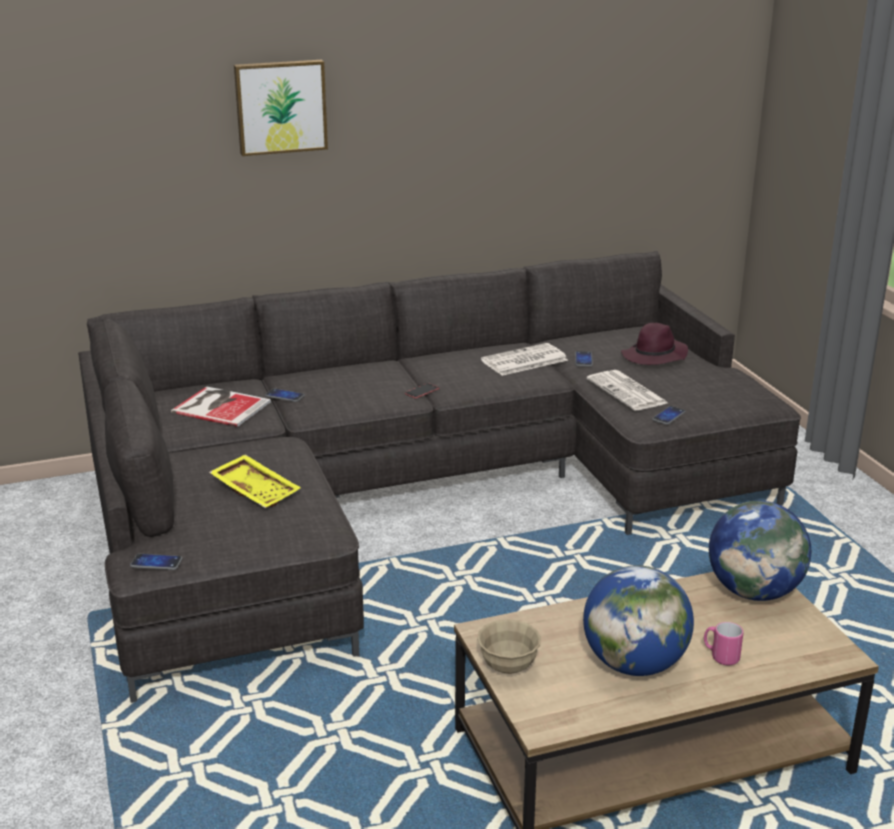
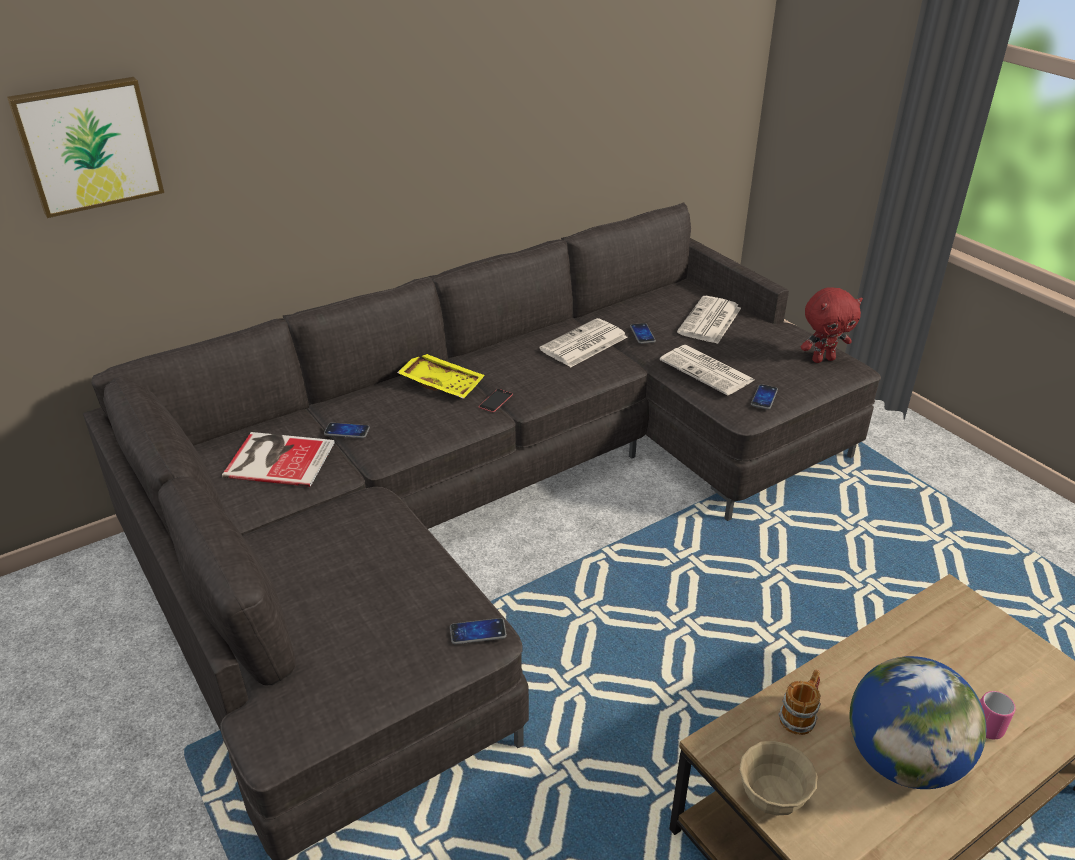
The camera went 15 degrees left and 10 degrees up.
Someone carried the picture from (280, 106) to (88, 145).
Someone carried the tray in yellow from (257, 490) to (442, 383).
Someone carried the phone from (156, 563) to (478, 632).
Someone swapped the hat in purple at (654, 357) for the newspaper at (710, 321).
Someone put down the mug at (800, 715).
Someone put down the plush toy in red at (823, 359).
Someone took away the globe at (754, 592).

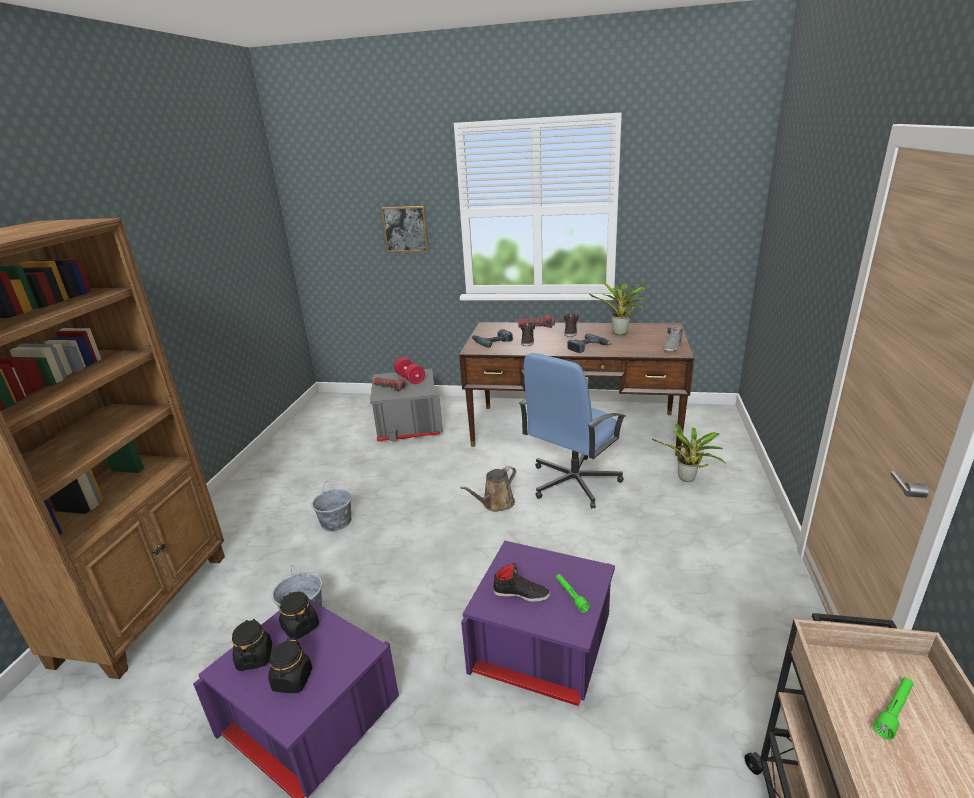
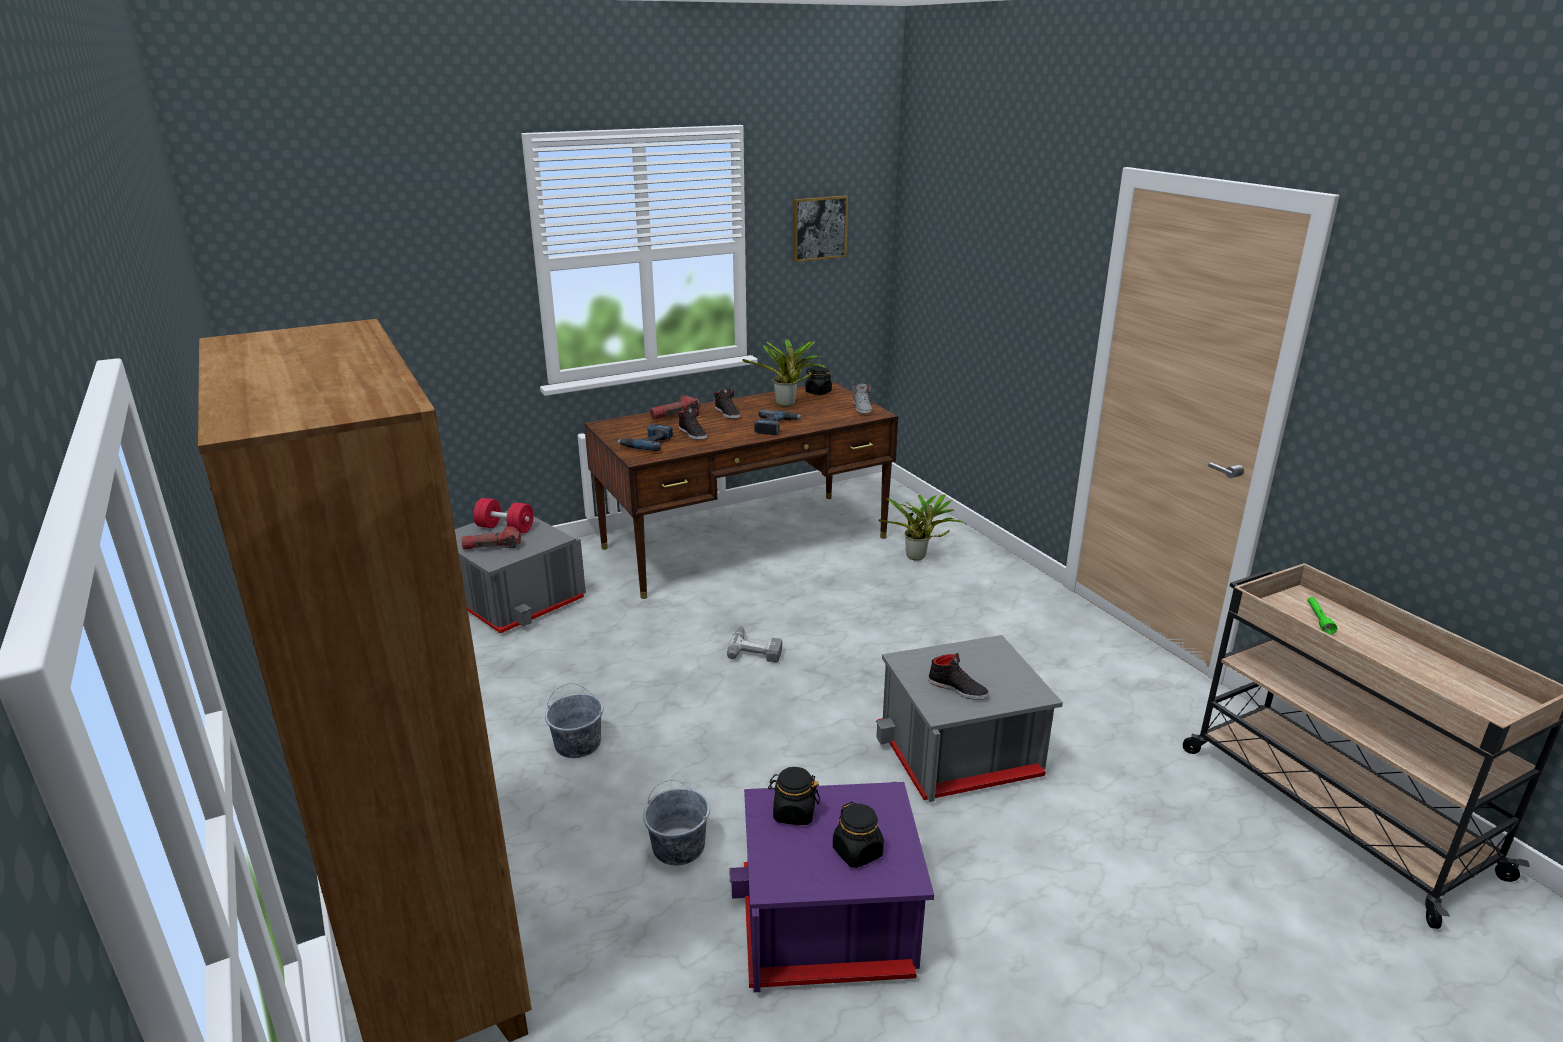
The camera went 40 degrees left and 0 degrees up.
Someone swapped the watering can in brown at (496, 504) for the power drill at (756, 649).
Someone carried the picture from (405, 229) to (819, 228).
Someone carried the jar in black from (255, 657) to (818, 392).
Someone repainted the storage box in purple at (541, 648), which became the storage box in grey at (961, 752).
Someone rotated the shoe in black at (521, 593) by 60 degrees clockwise.
Someone took away the office chair in blue at (573, 482).
Someone took away the flashlight in green at (571, 595).

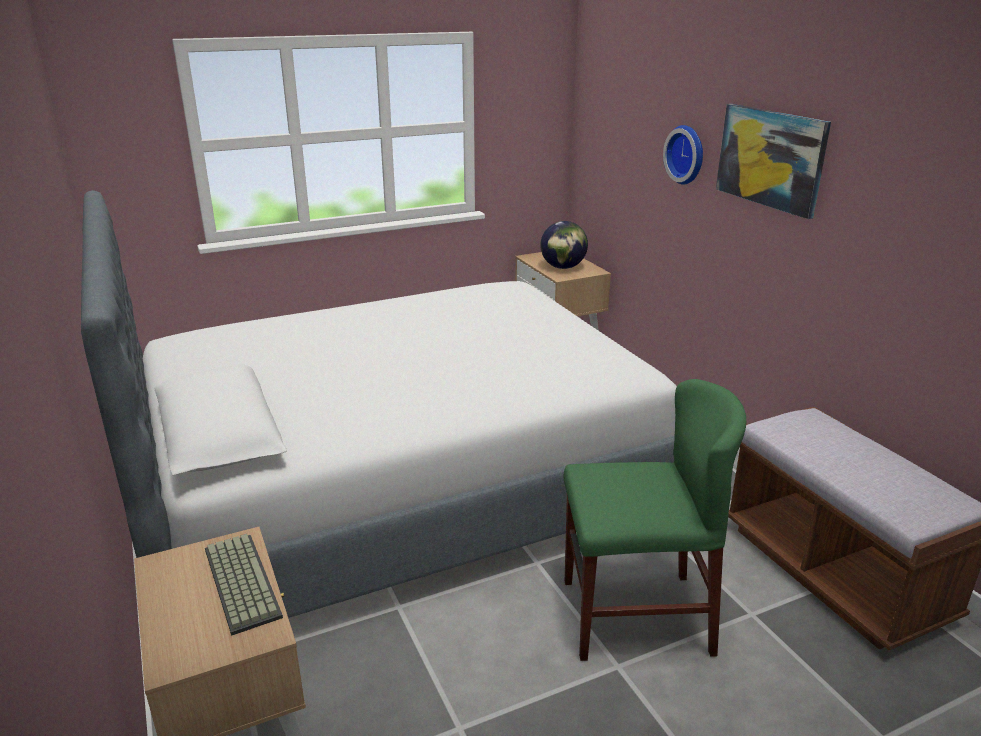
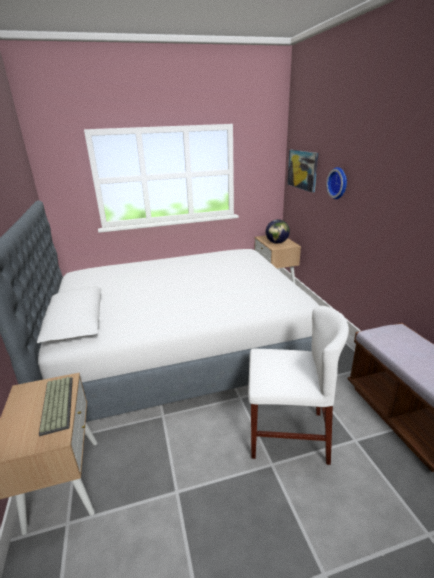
The camera went 10 degrees right and 0 degrees up.
Someone repainted the chair in green at (635, 616), which became the chair in white at (287, 434).
Someone carried the picture from (770, 158) to (302, 169).

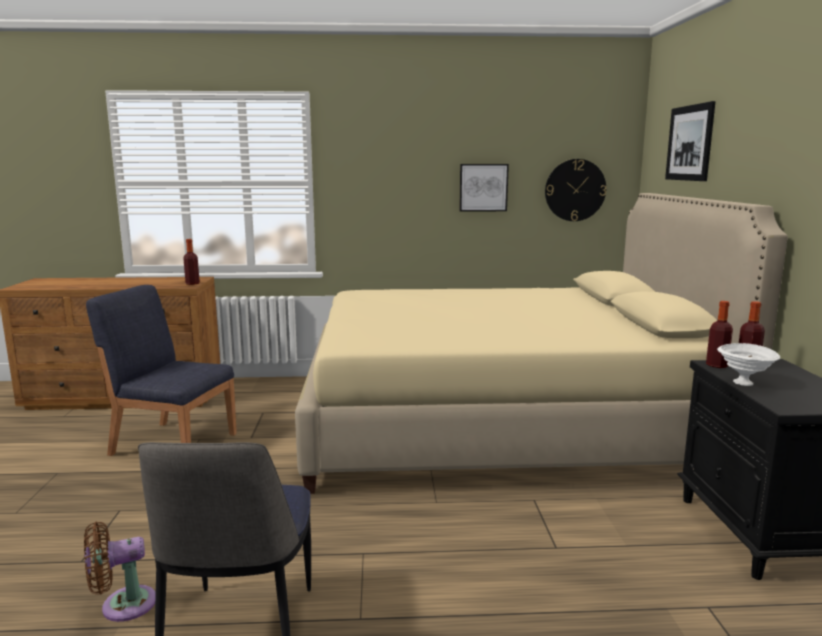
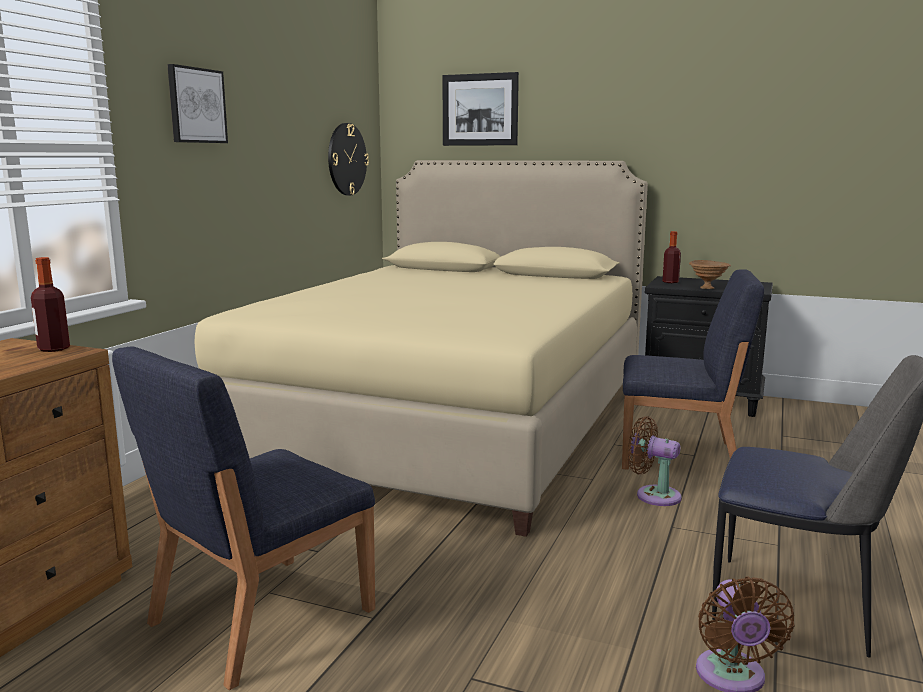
The camera went 65 degrees left and 0 degrees up.
Someone carried the picture from (483, 187) to (196, 105).
Someone put down the chair in blue at (680, 456).
Someone put down the fan in brown at (653, 495).
Someone repainted the bowl in white at (745, 383), which became the bowl in brown at (708, 288).
Someone took away the bottle at (716, 365).

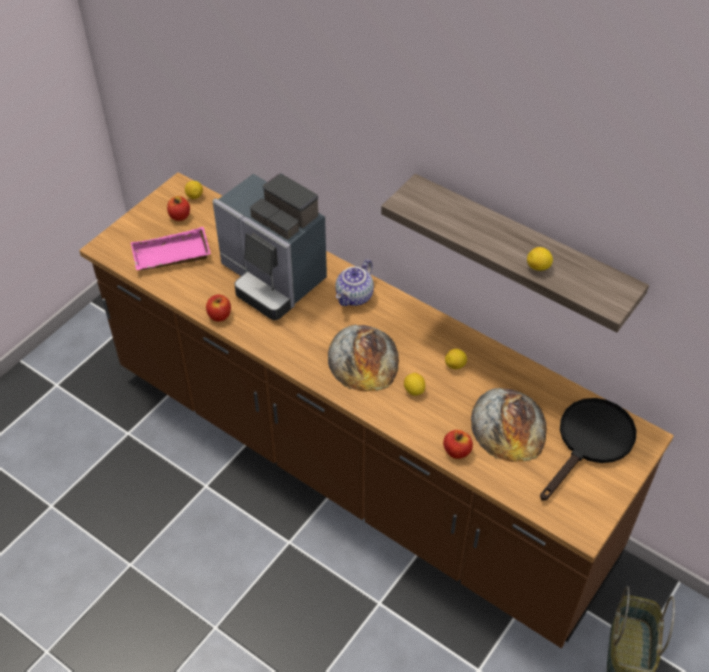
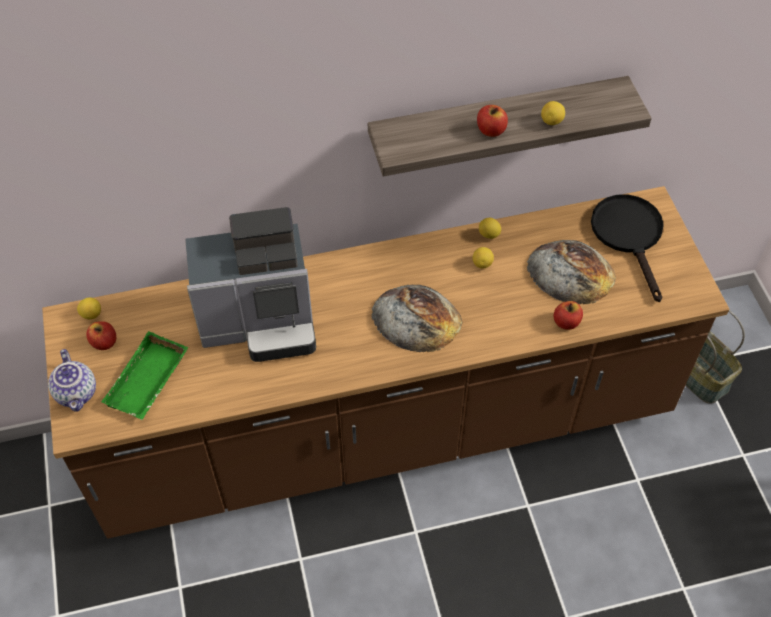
The camera went 50 degrees left and 5 degrees up.
Someone carried the teapot from (355, 297) to (77, 393).
Someone repainted the tray in pink at (171, 257), which became the tray in green at (149, 382).
Someone carried the apple from (219, 315) to (491, 130).
Someone carried the lemon from (414, 390) to (489, 235).

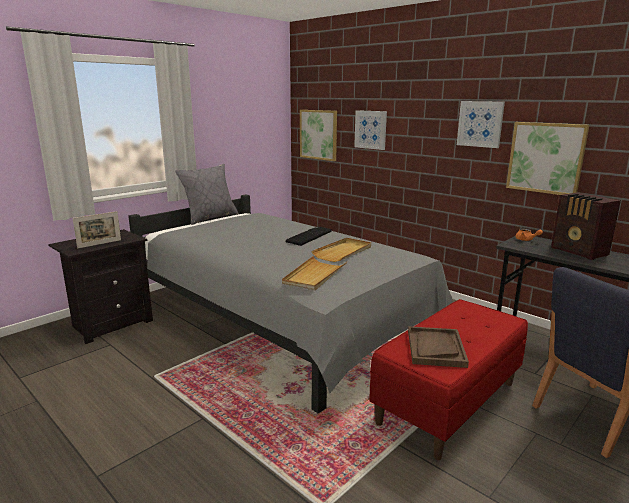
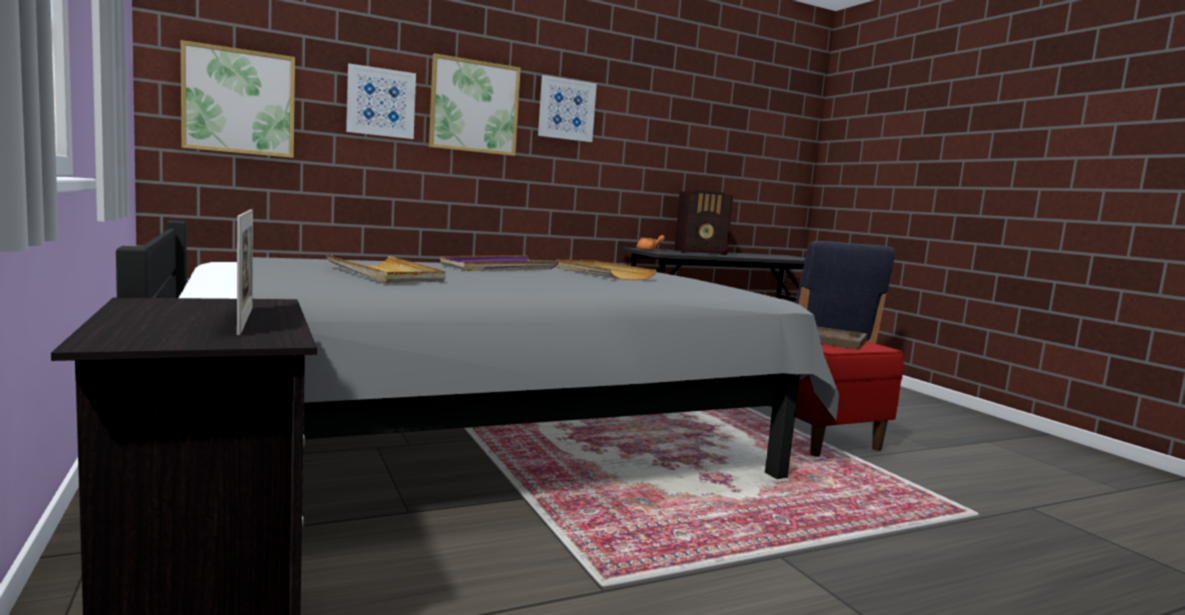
The camera went 70 degrees left and 10 degrees down.
Someone carried the tray in beige from (314, 275) to (385, 274).
Someone carried the picture from (545, 158) to (474, 107).
Someone swapped the keyboard at (309, 236) for the tray in purple at (498, 268).
Someone took away the pillow in grey at (210, 217).

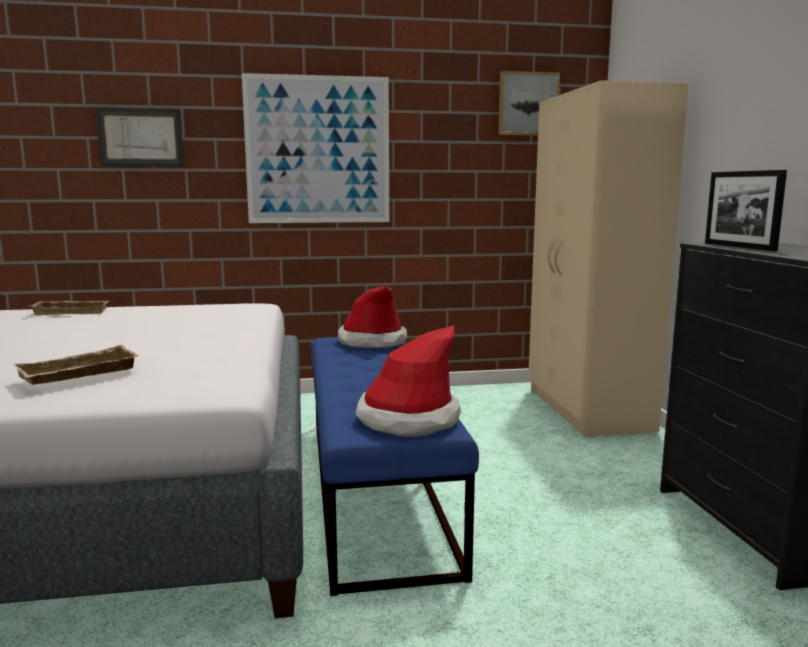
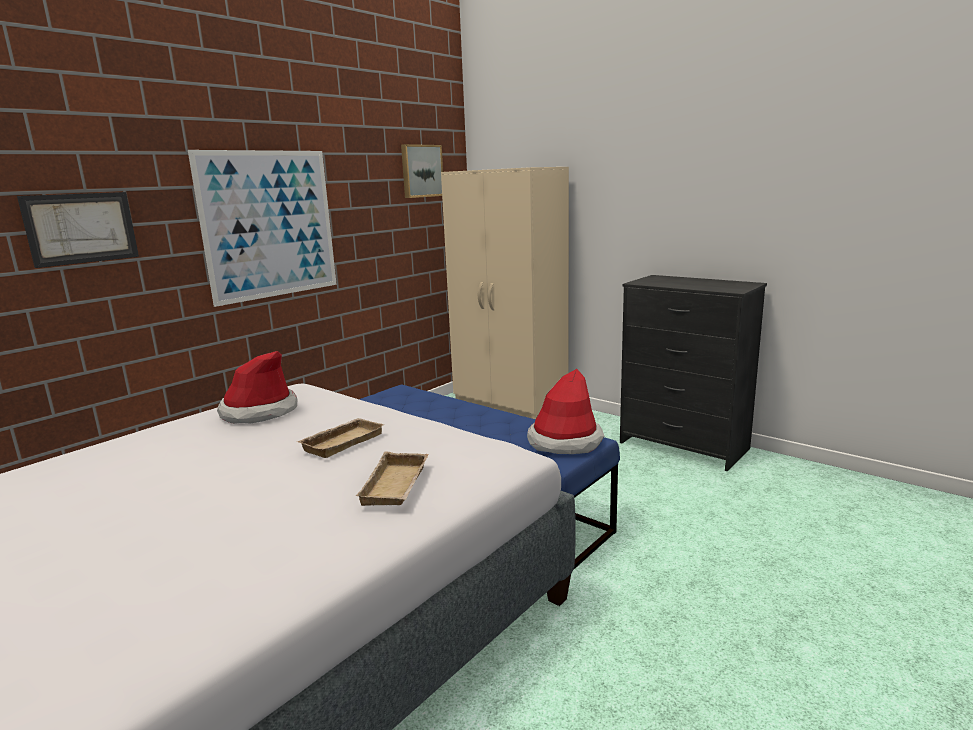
The camera went 40 degrees left and 5 degrees up.
Someone carried the hat from (372, 342) to (259, 411).
Someone carried the tray in beige from (73, 311) to (342, 441).
Someone took away the picture frame at (738, 246).

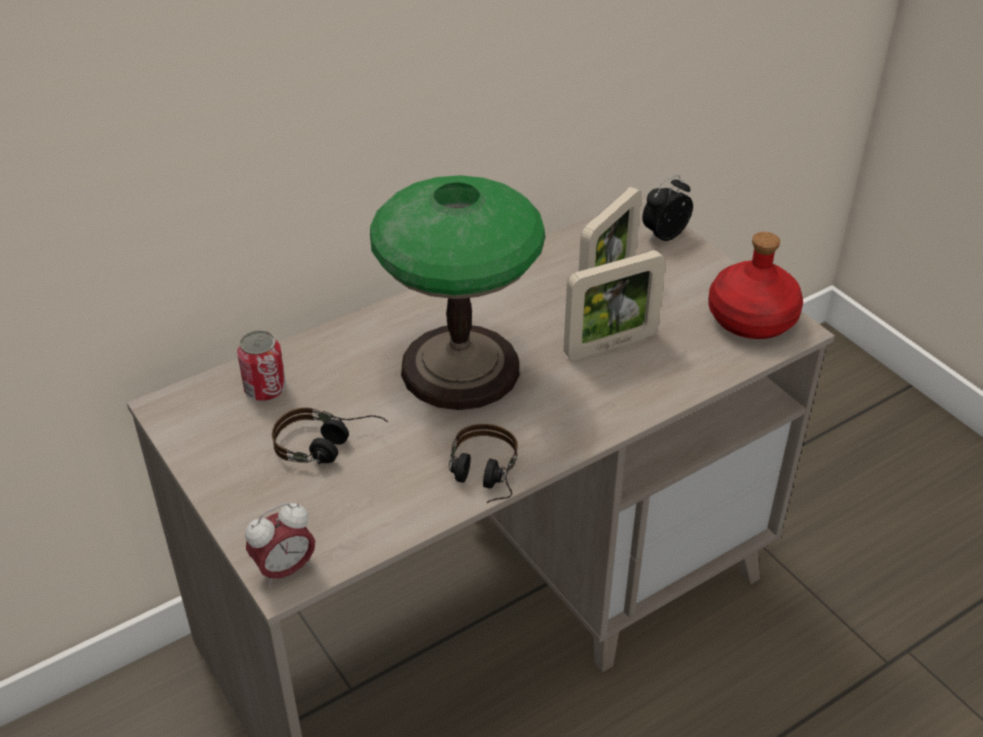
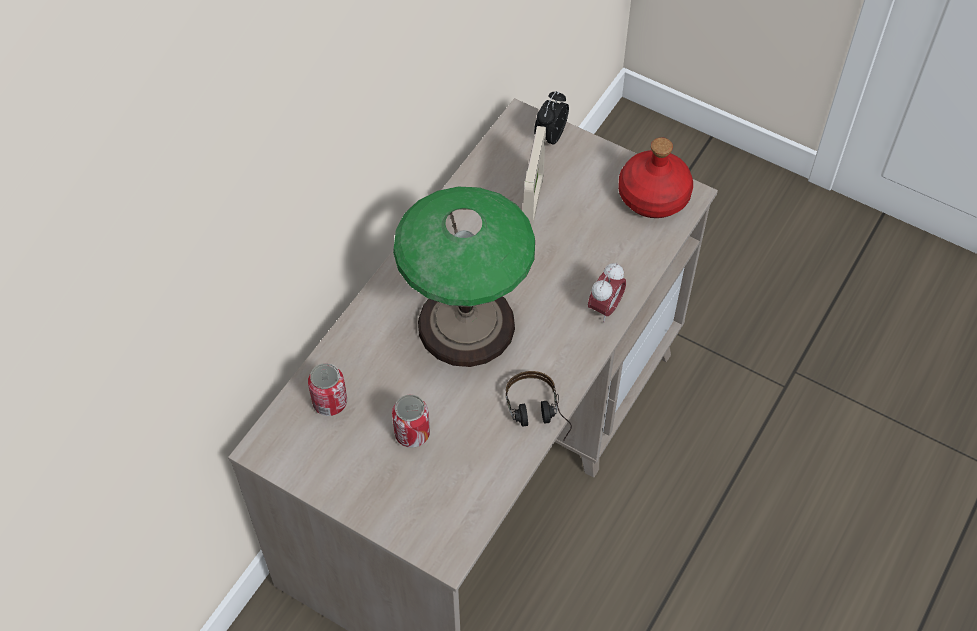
The camera went 25 degrees left and 15 degrees up.
Someone swapped the headphones at (330, 447) for the can at (412, 433).
Someone carried the alarm clock from (285, 570) to (605, 308).
Someone took away the picture frame at (610, 345).

